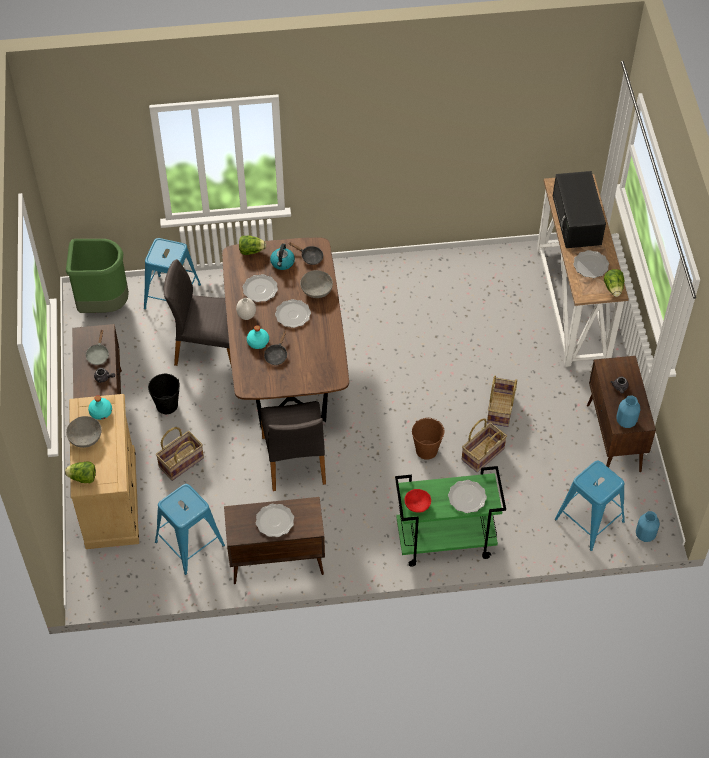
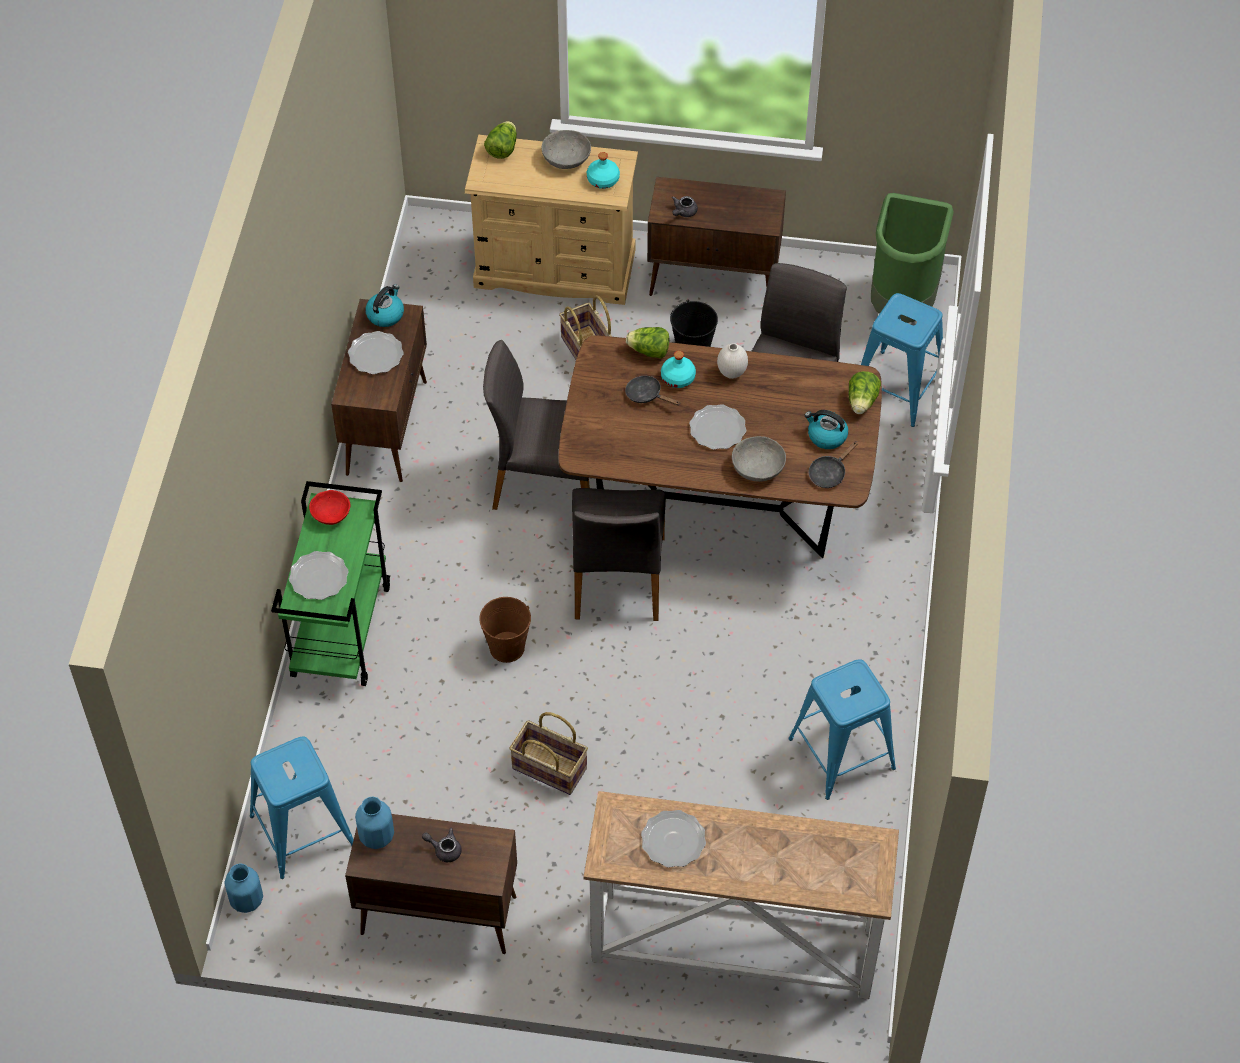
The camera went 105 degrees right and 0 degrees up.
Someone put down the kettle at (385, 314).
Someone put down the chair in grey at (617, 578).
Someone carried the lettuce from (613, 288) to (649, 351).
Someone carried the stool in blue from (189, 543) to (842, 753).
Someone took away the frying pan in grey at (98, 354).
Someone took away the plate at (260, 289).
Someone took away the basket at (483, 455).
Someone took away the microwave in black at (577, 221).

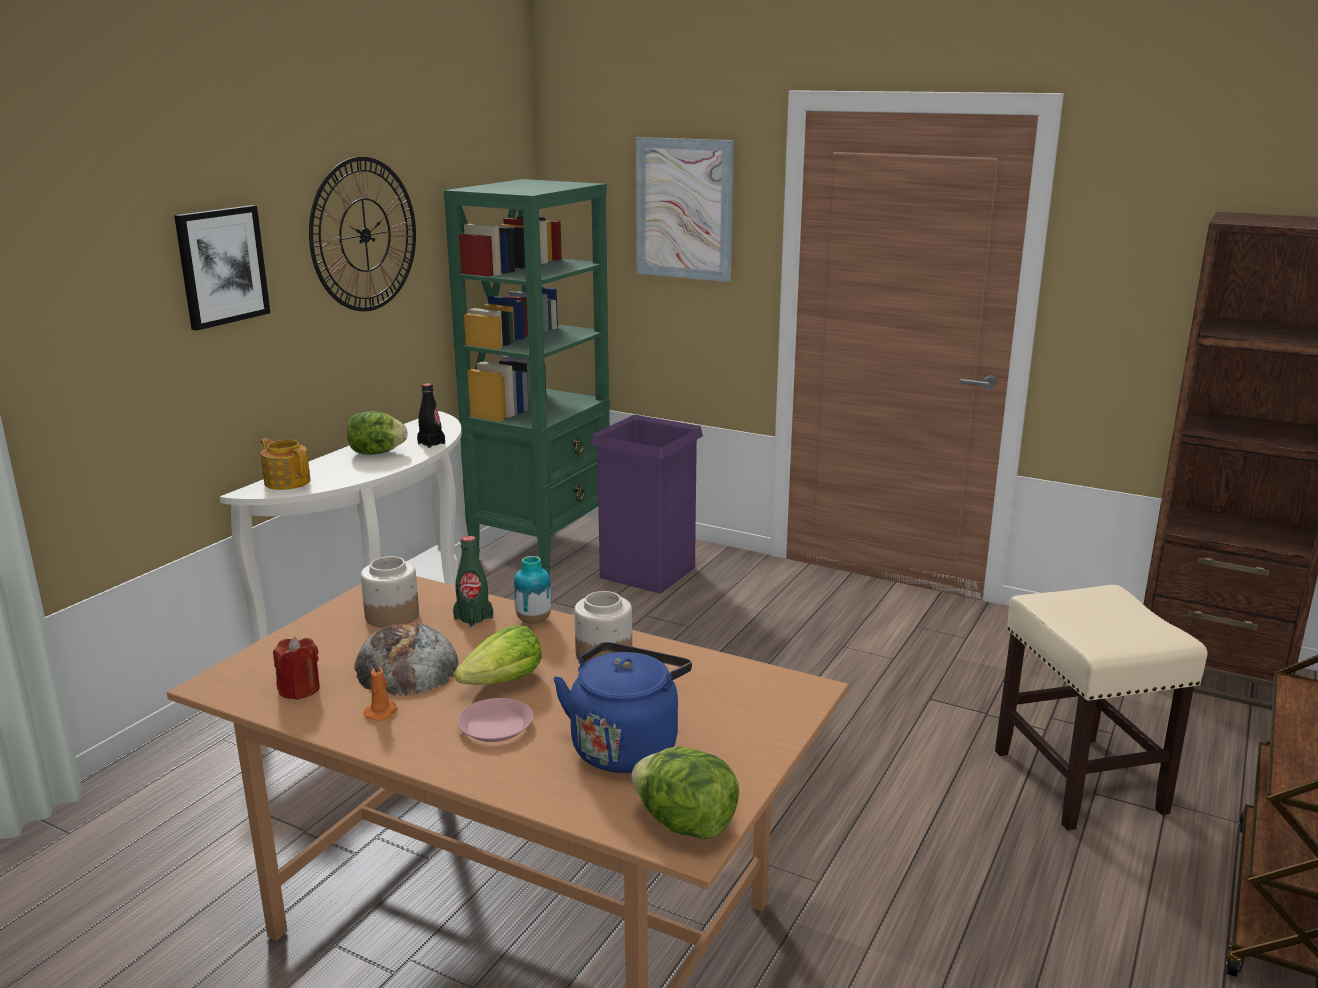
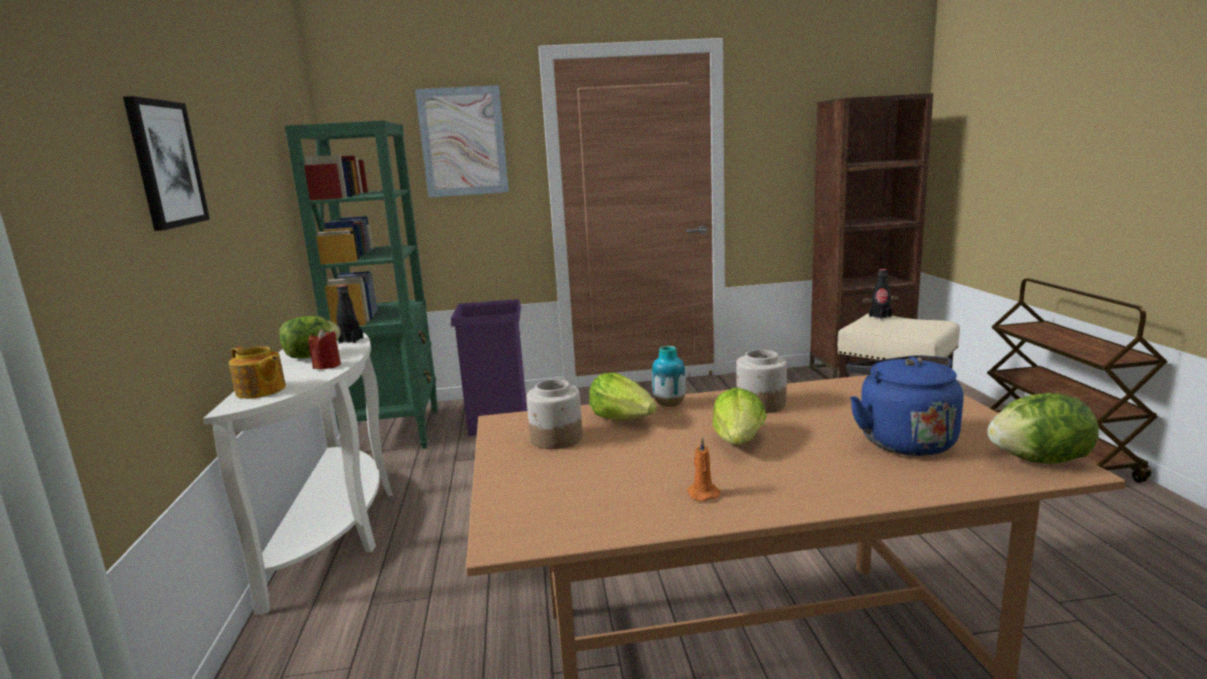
The camera went 35 degrees left and 5 degrees down.
Someone rotated the teapot at (287, 481) by 150 degrees counterclockwise.
Someone carried the candle in red from (299, 689) to (327, 366).
Someone swapped the bottle in green at (473, 618) for the lettuce at (623, 418).
Someone put down the bottle in black at (880, 316).
Someone took away the wall clock at (364, 235).
Someone took away the bread at (405, 664).
Someone took away the plate in pink at (495, 726).

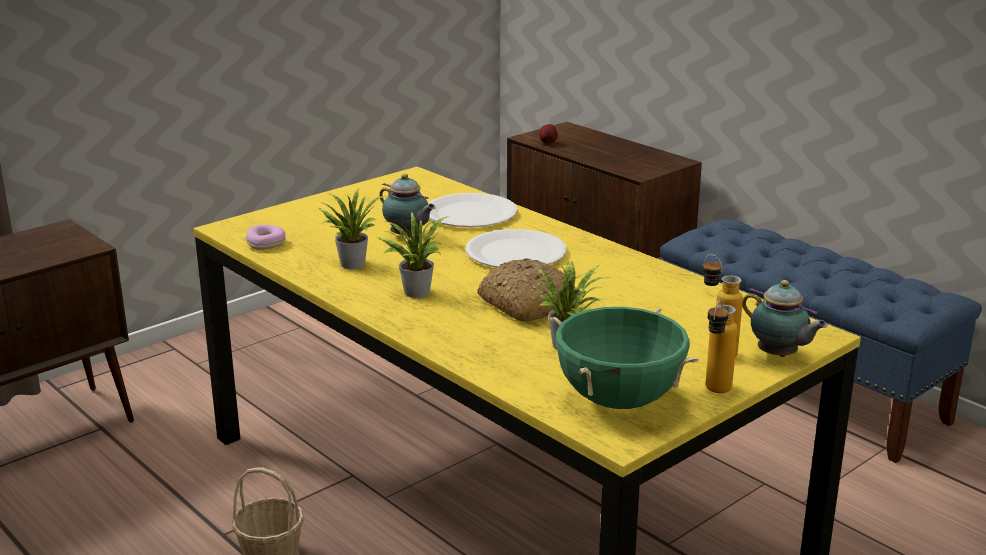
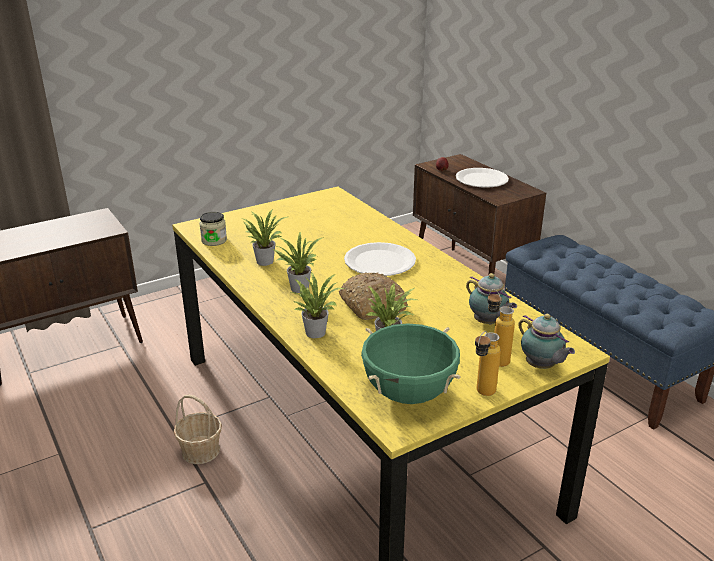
The camera went 10 degrees right and 5 degrees up.
Someone swapped the donut at (266, 243) for the jar at (214, 240).
Someone put down the potted plant at (316, 331).
Someone carried the plate in white from (470, 214) to (481, 179).
Someone carried the teapot from (407, 236) to (488, 323).

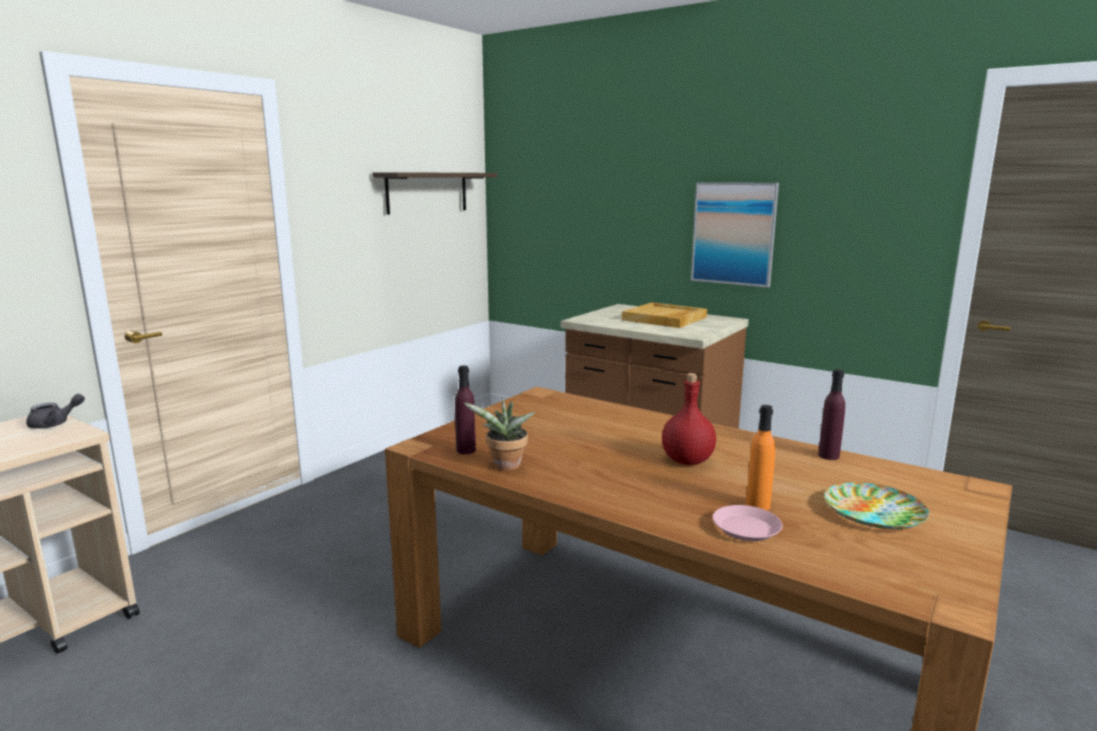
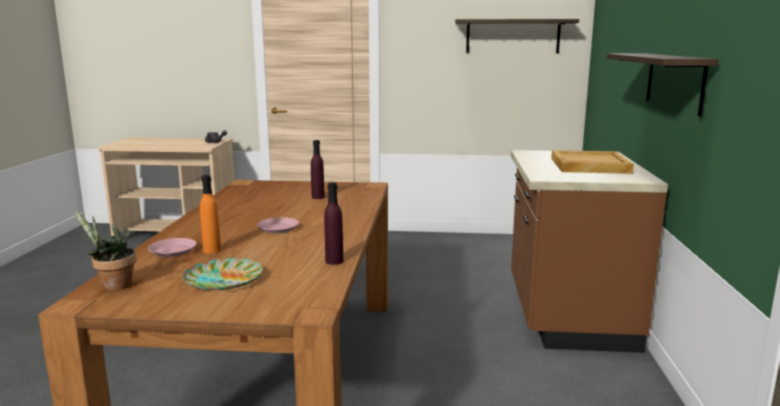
The camera went 60 degrees right and 0 degrees up.
Someone carried the potted plant from (505, 467) to (113, 286).
Someone swapped the bottle in red at (687, 461) for the plate in pink at (278, 228).
Someone carried the bottle in purple from (466, 450) to (318, 197).
Someone swapped the picture at (733, 233) for the shelf at (674, 81).

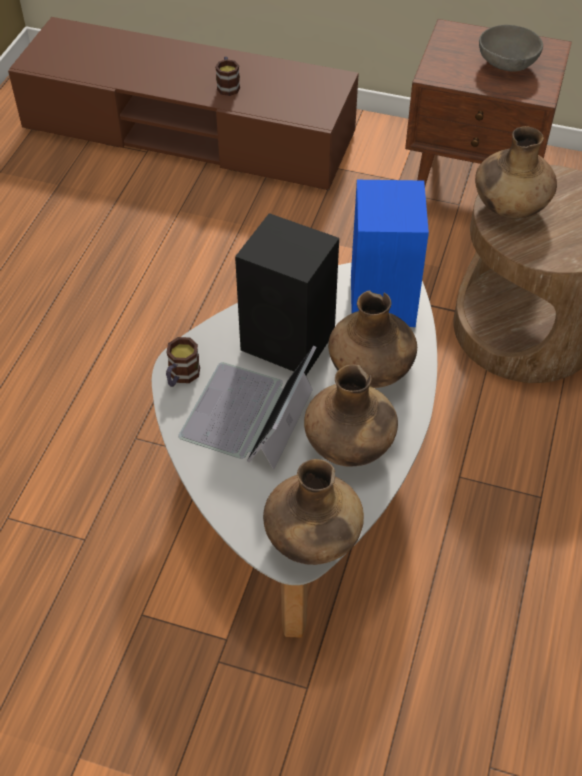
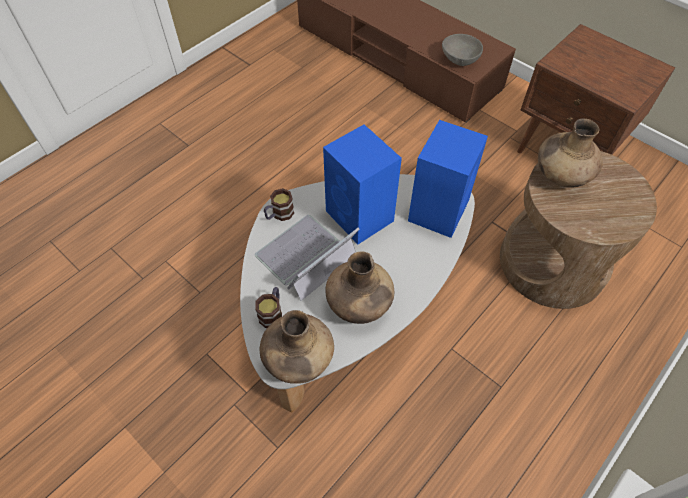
The camera went 25 degrees right and 5 degrees up.
Someone carried the mug from (228, 85) to (272, 312).
Someone repainted the speaker in black at (290, 342), which became the speaker in blue at (360, 217).
Someone carried the bowl in grey from (507, 65) to (460, 60).
Someone took away the vase in brown at (371, 371).

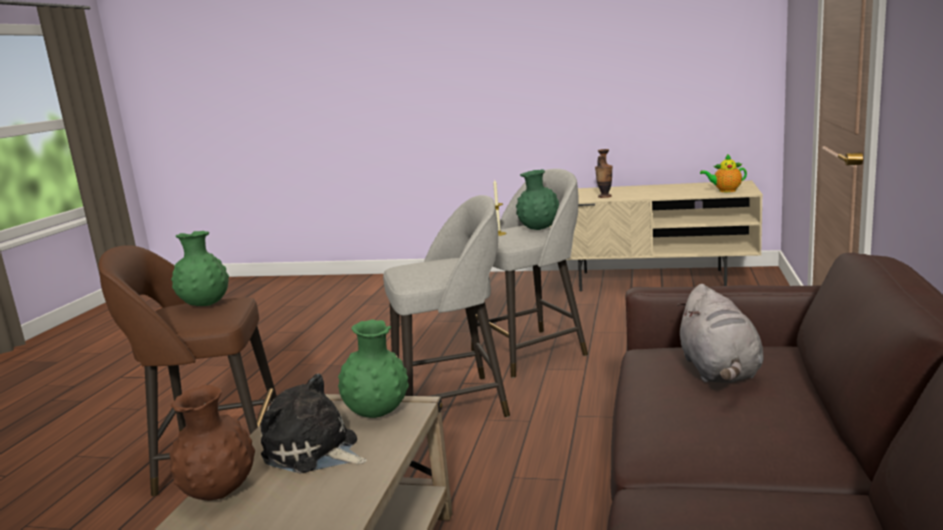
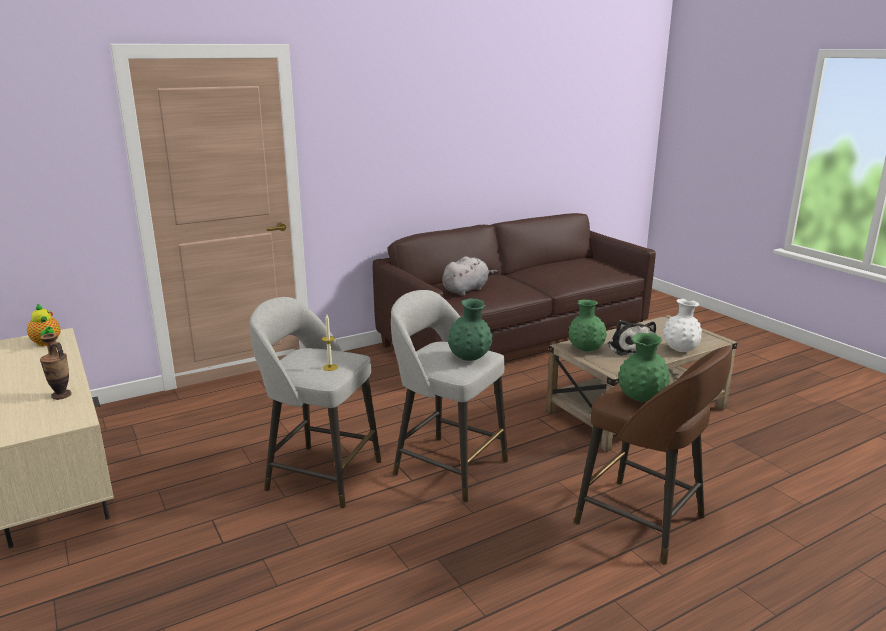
The camera went 135 degrees left and 5 degrees up.
Someone carried the vase in green from (539, 229) to (469, 358).
Someone repainted the vase in brown at (219, 493), which became the vase in white at (680, 350).

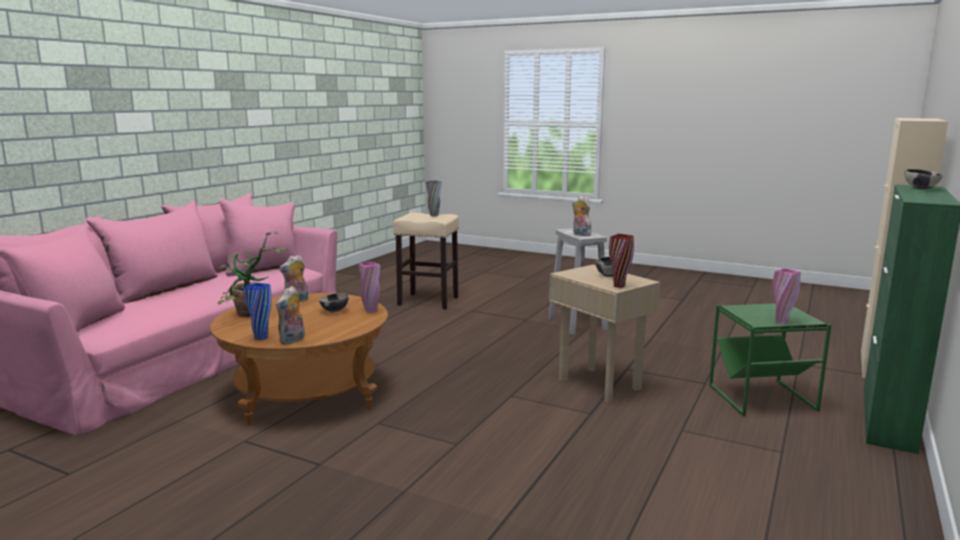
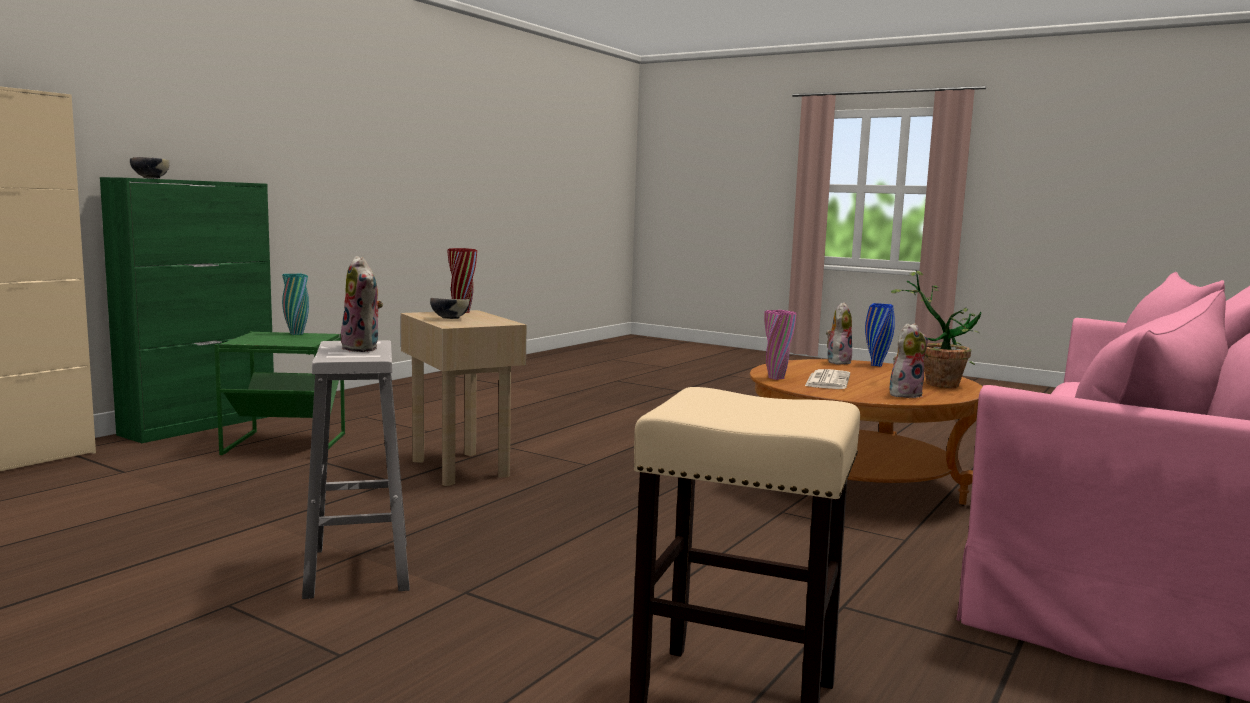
The camera went 175 degrees left and 5 degrees down.
Someone repainted the vase in pink at (781, 322), which became the vase in turquoise at (296, 334).
Someone swapped the bowl at (334, 311) for the newspaper at (827, 380).
Someone took away the vase in grey at (434, 215).

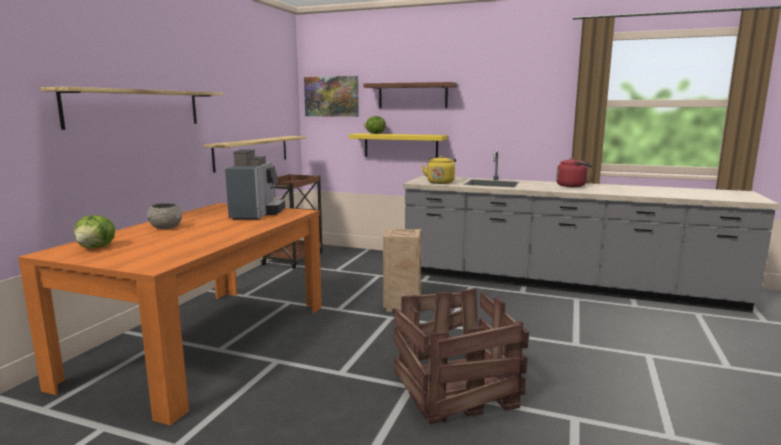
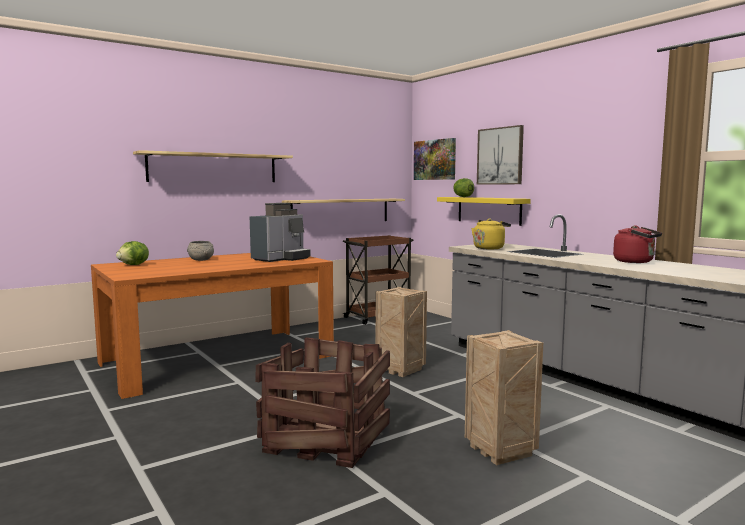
The camera went 35 degrees right and 5 degrees down.
Someone put down the crate at (498, 450).
Someone swapped the shelf in brown at (412, 96) for the picture at (500, 156).

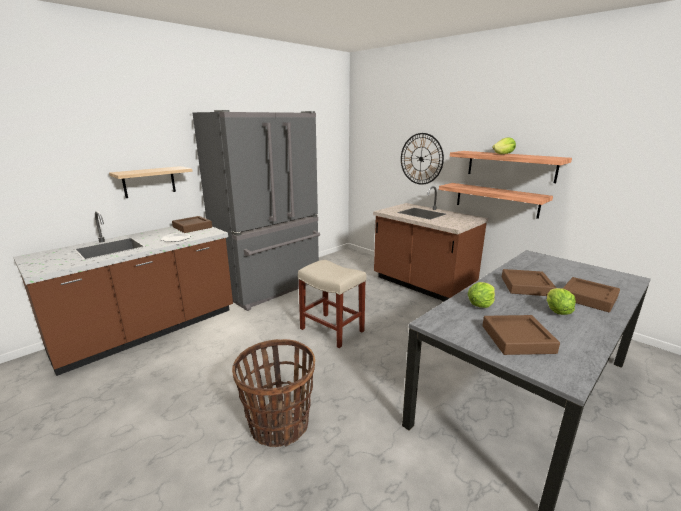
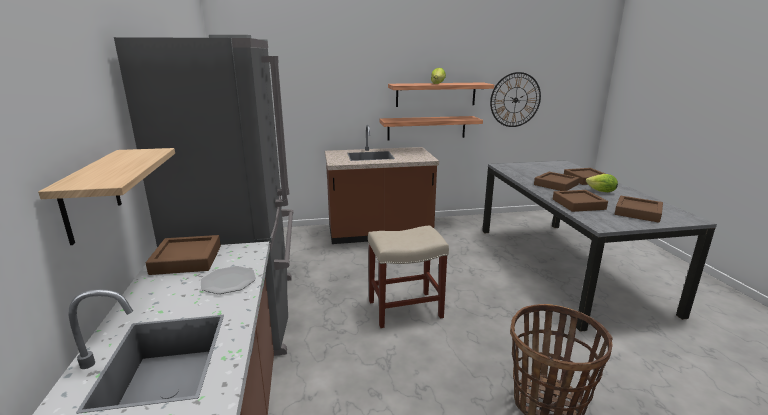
The camera went 55 degrees left and 0 degrees up.
Someone carried the wall clock from (421, 159) to (515, 100).
Someone swapped the lettuce at (480, 304) for the tray in brown at (578, 204).

